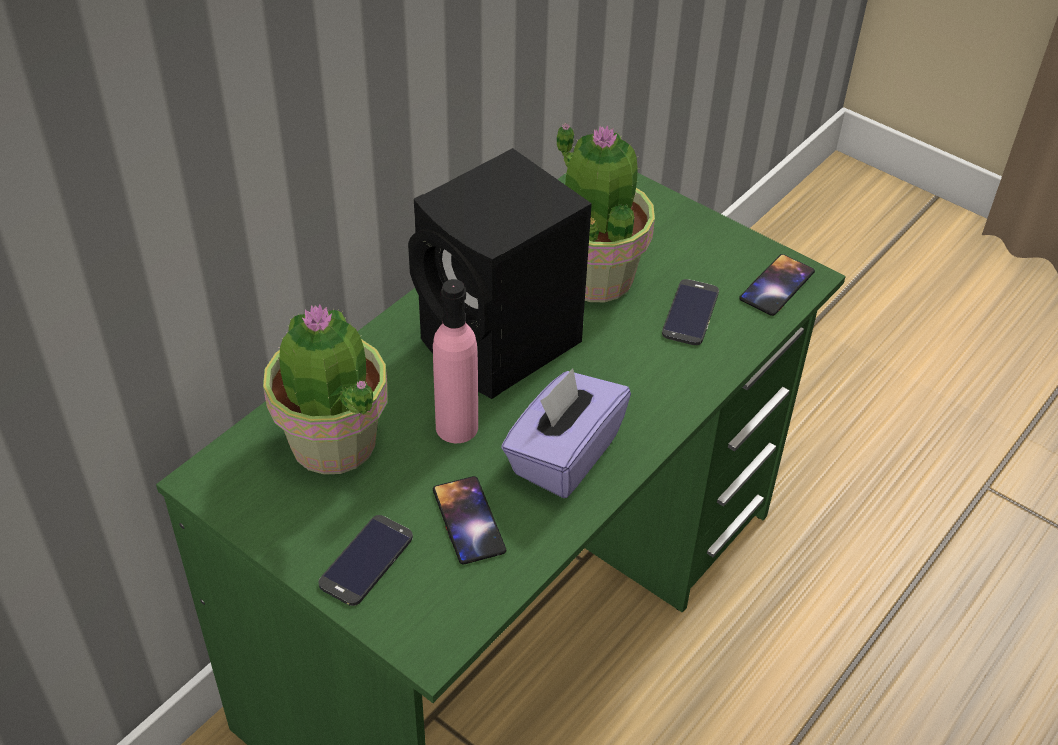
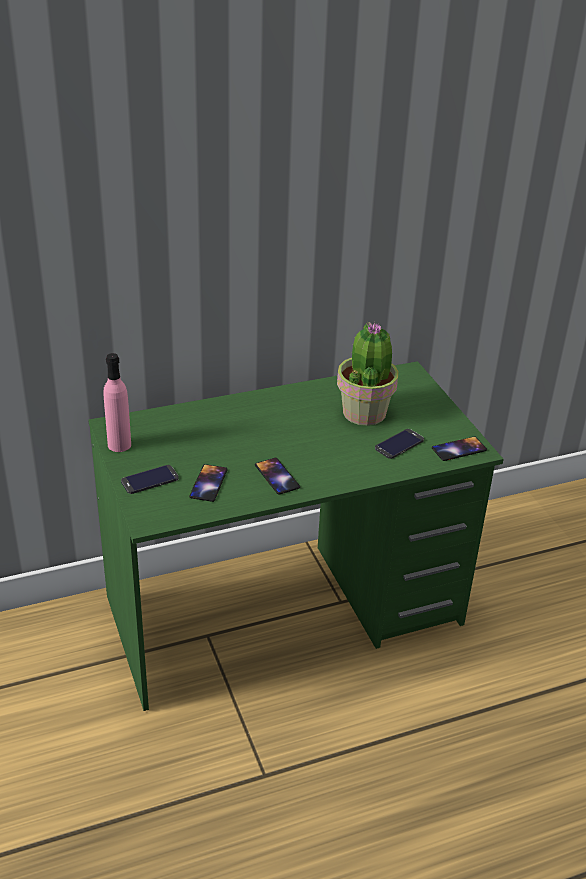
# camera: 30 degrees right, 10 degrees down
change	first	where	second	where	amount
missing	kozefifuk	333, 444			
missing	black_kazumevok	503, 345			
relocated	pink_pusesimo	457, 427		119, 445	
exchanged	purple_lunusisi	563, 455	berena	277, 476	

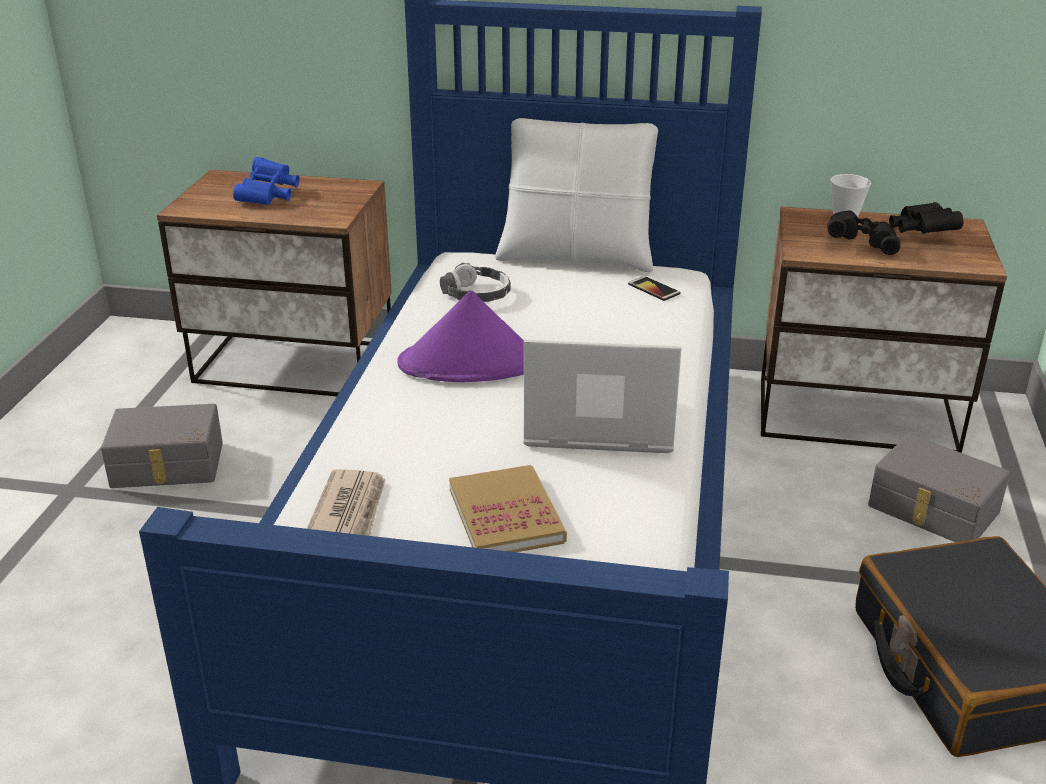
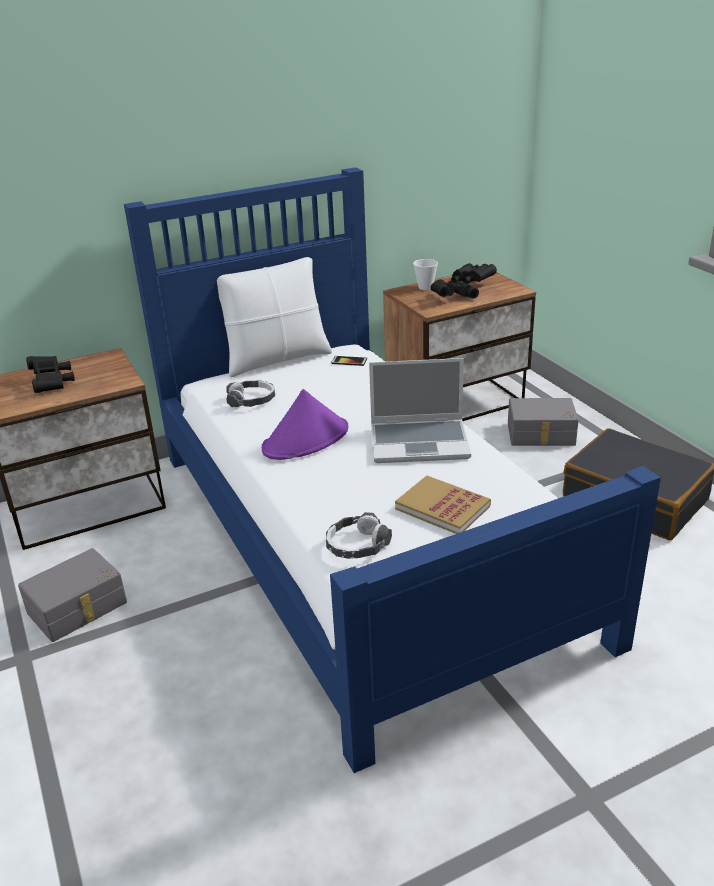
# camera: 35 degrees left, 0 degrees up
change	first	where	second	where	amount
exchanged	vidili	350, 511	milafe	357, 545	
colour	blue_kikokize	269, 195	black_kikokize	52, 382	
spun	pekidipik	597, 423		420, 442	150 degrees counterclockwise

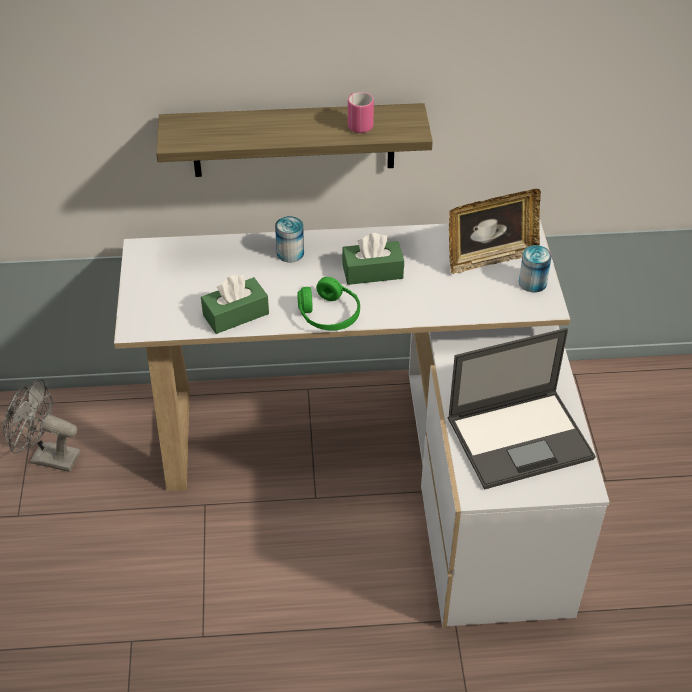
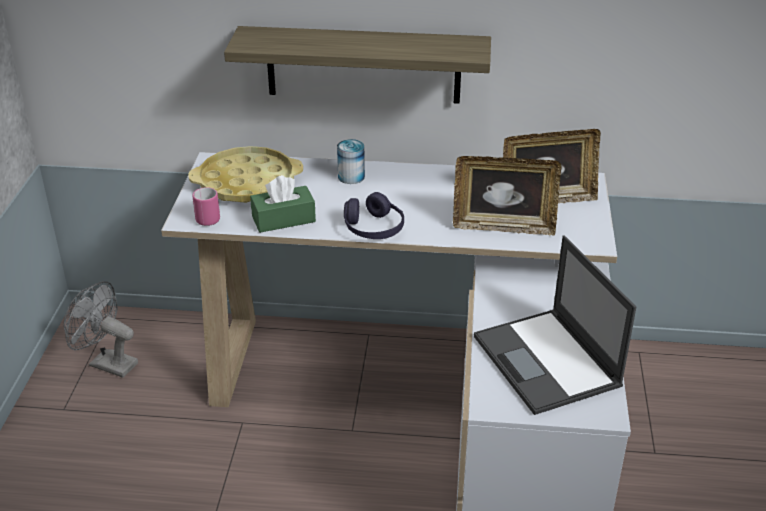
# camera: 10 degrees right, 10 degrees down
change	first	where	second	where	amount
missing	green_lunusisi	372, 272			
missing	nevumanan	532, 282			
appeared			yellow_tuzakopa	247, 183	
appeared			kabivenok	503, 226	
relocated	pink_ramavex	358, 124		207, 217	
colour	green_milafe	329, 314	purple_milafe	373, 228	
spun	pekidipik	521, 438		547, 362	75 degrees clockwise

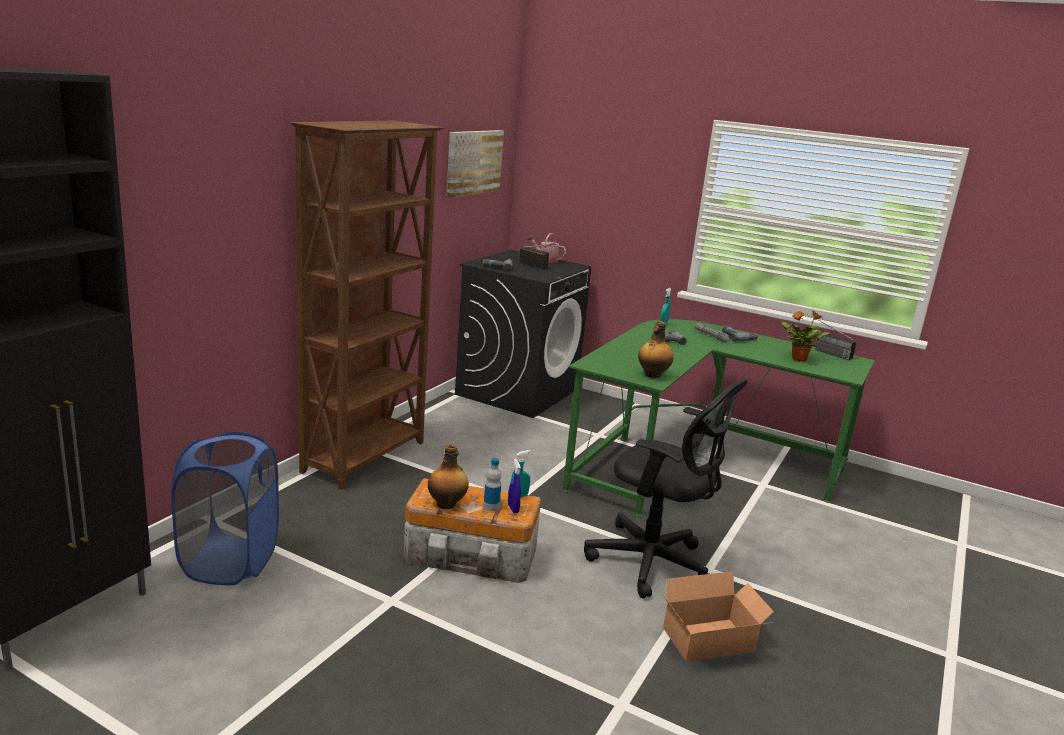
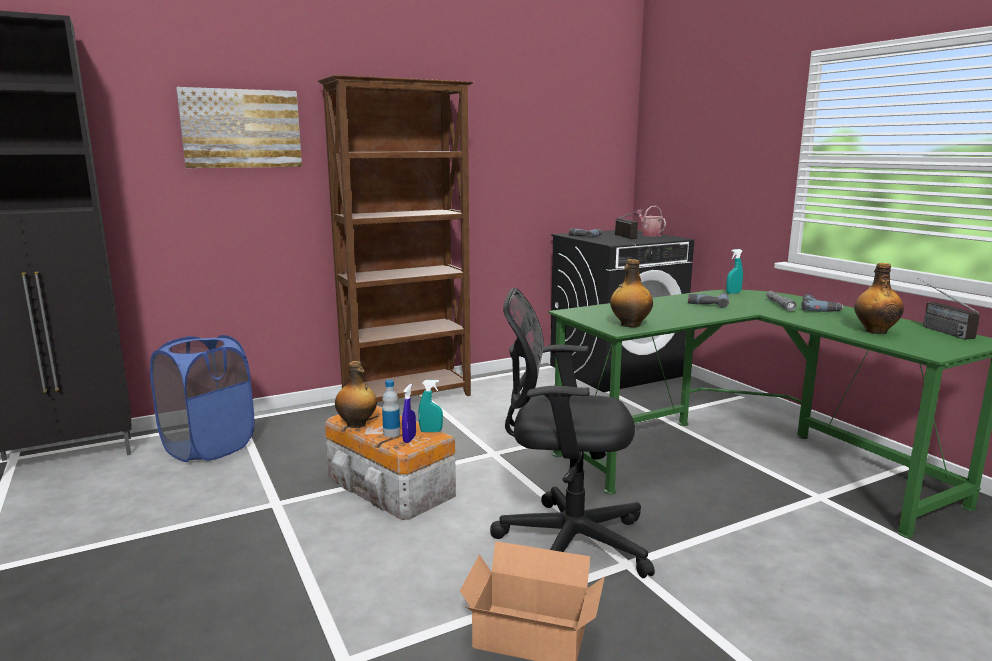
# camera: 35 degrees right, 5 degrees down
change	first	where	second	where	amount
relocated	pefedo	473, 162		241, 129	
exchanged	kozefifuk	798, 359	pusesimo	875, 331	
spun	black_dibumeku	654, 564		565, 541	120 degrees clockwise

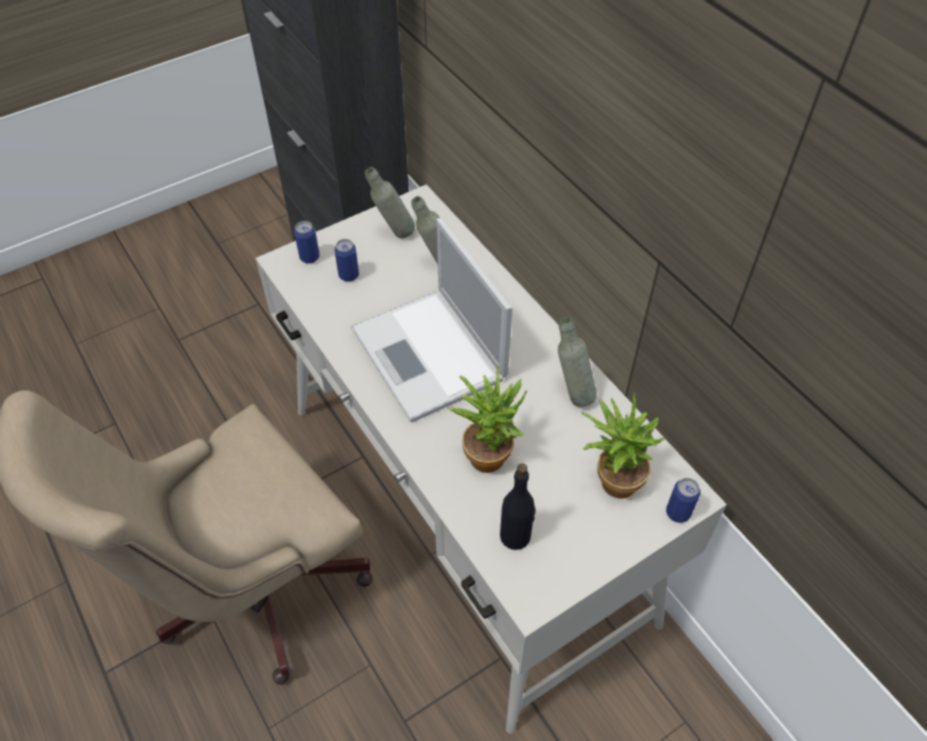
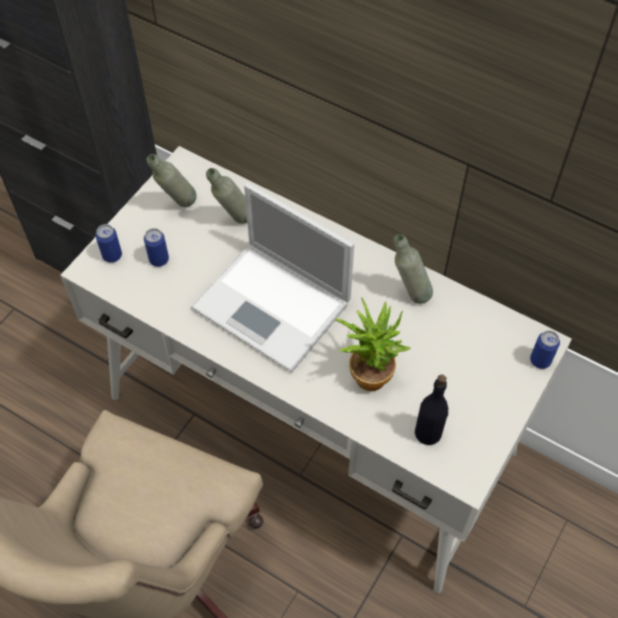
# camera: 25 degrees left, 5 degrees up
change	first	where	second	where	amount
missing	kozefifuk	611, 479			

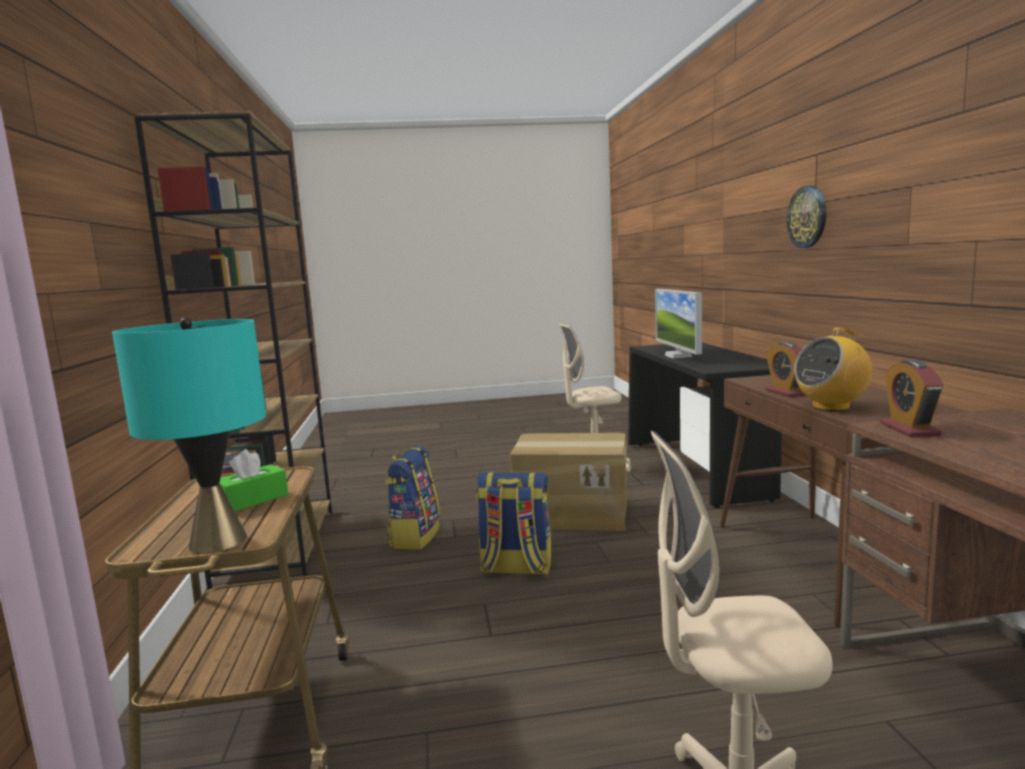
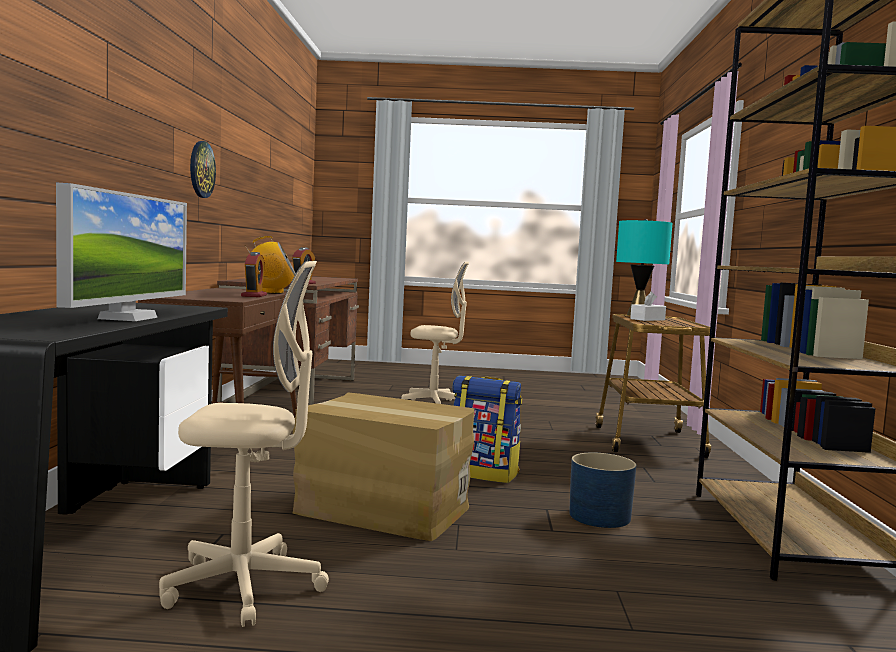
# camera: 170 degrees left, 5 degrees down
change	first	where	second	where	amount
relocated	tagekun	807, 217		201, 169	
exchanged	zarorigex	414, 536	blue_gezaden	600, 517	
colour	green_lunusisi	252, 500	white_lunusisi	647, 319	

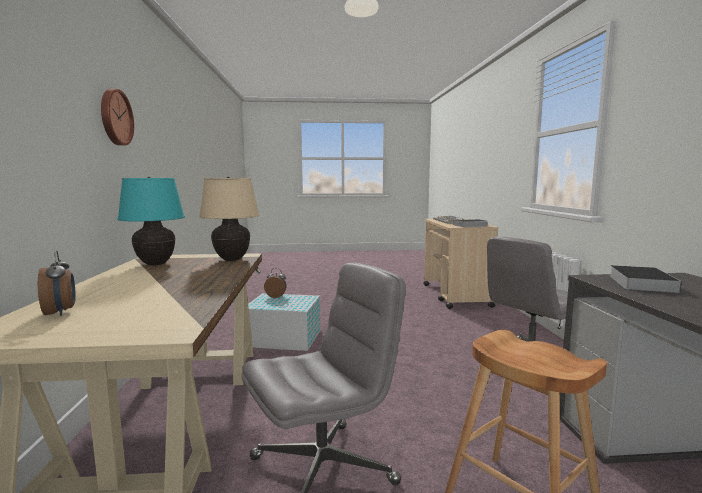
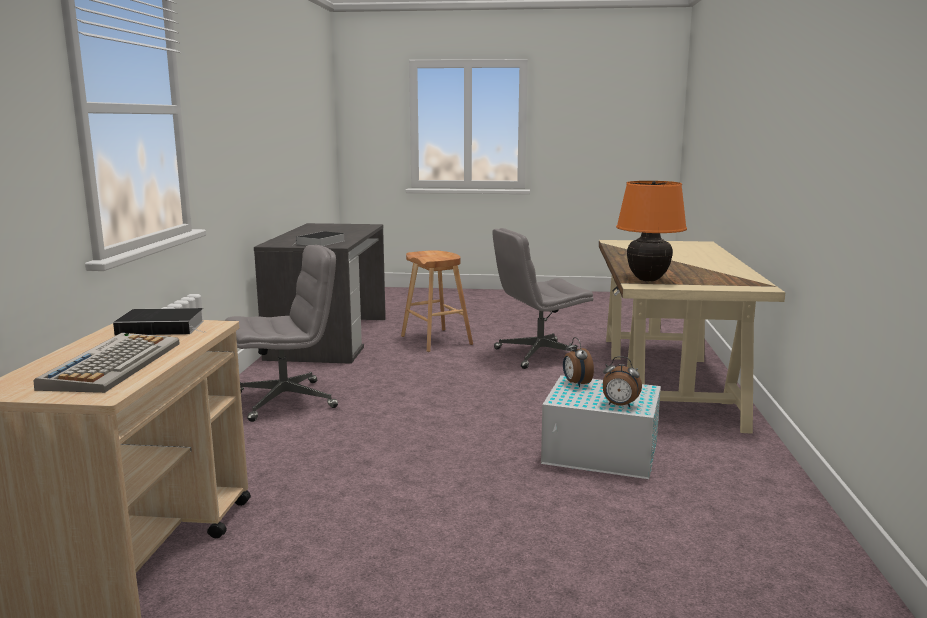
# camera: 170 degrees left, 5 degrees up
change	first	where	second	where	amount
missing	tagekun	115, 117			
missing	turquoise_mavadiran	156, 264			
relocated	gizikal	60, 312		576, 383	
colour	beige_mavadiran	232, 259	orange_mavadiran	648, 279	

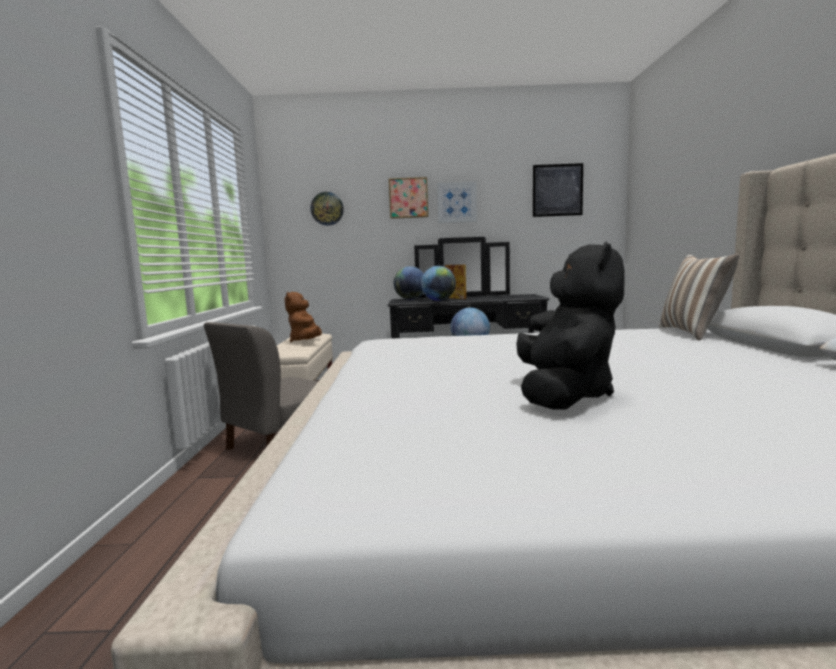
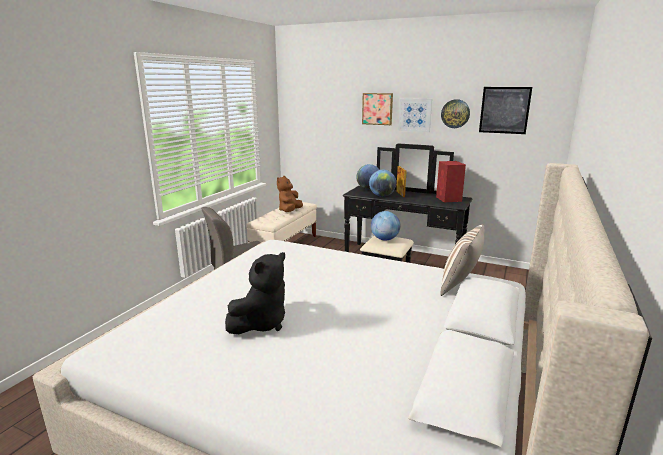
# camera: 25 degrees right, 10 degrees up
change	first	where	second	where	amount
appeared			red_kazumevok	449, 199	
relocated	tagekun	327, 208		455, 113	

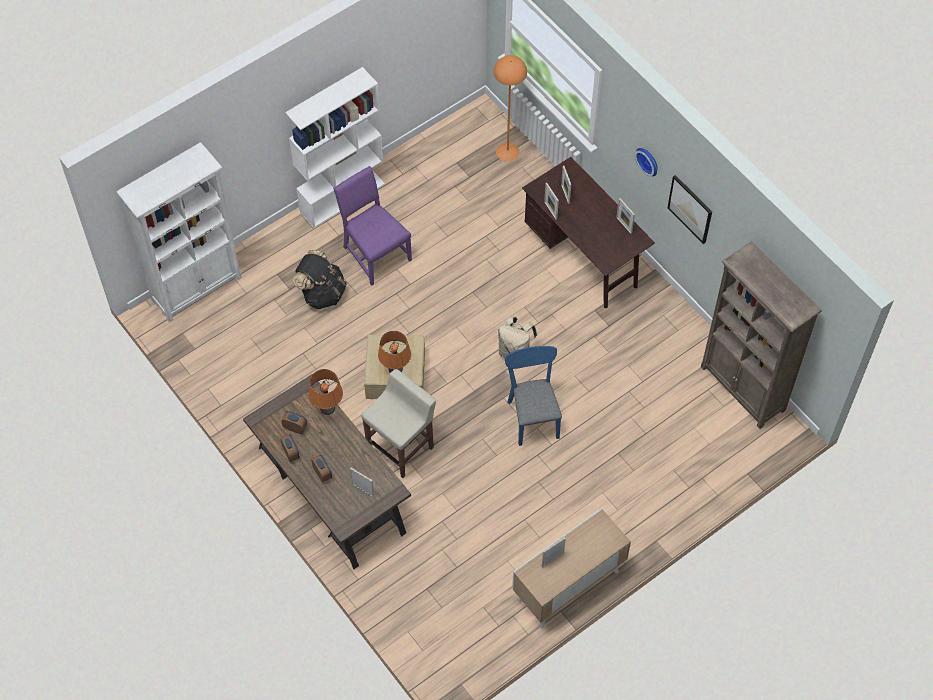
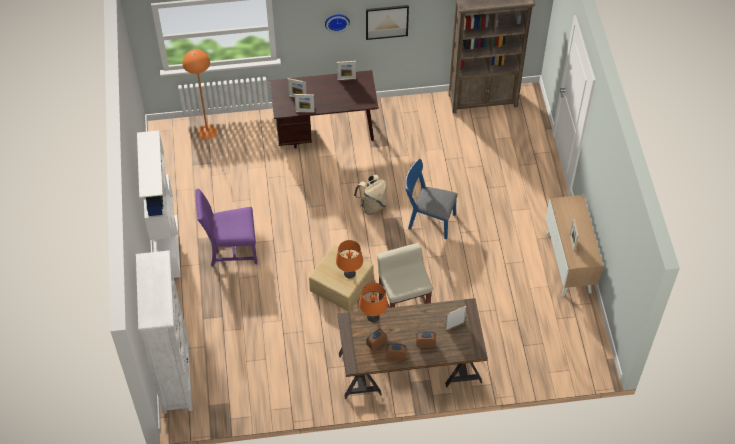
# camera: 60 degrees left, 5 degrees down
change	first	where	second	where	amount
missing	black_zarorigex	322, 293			

